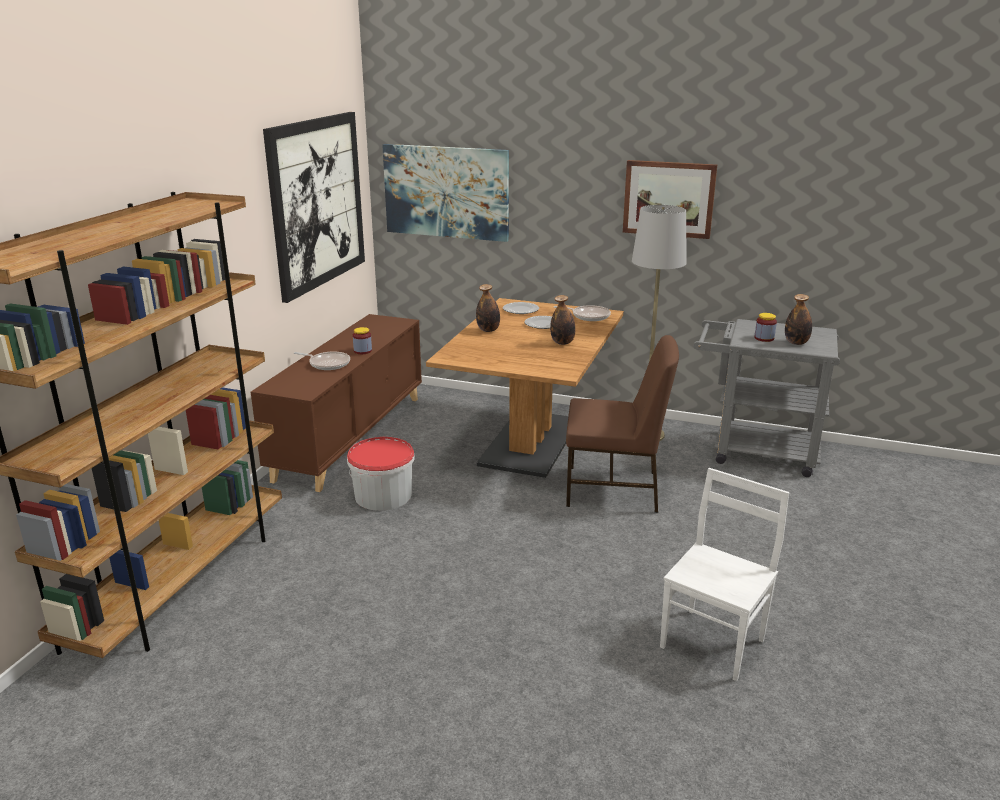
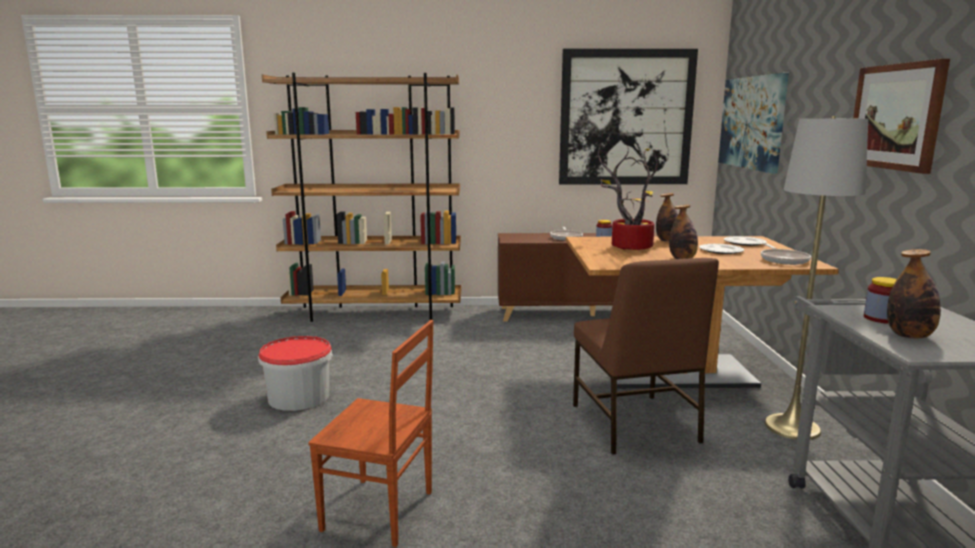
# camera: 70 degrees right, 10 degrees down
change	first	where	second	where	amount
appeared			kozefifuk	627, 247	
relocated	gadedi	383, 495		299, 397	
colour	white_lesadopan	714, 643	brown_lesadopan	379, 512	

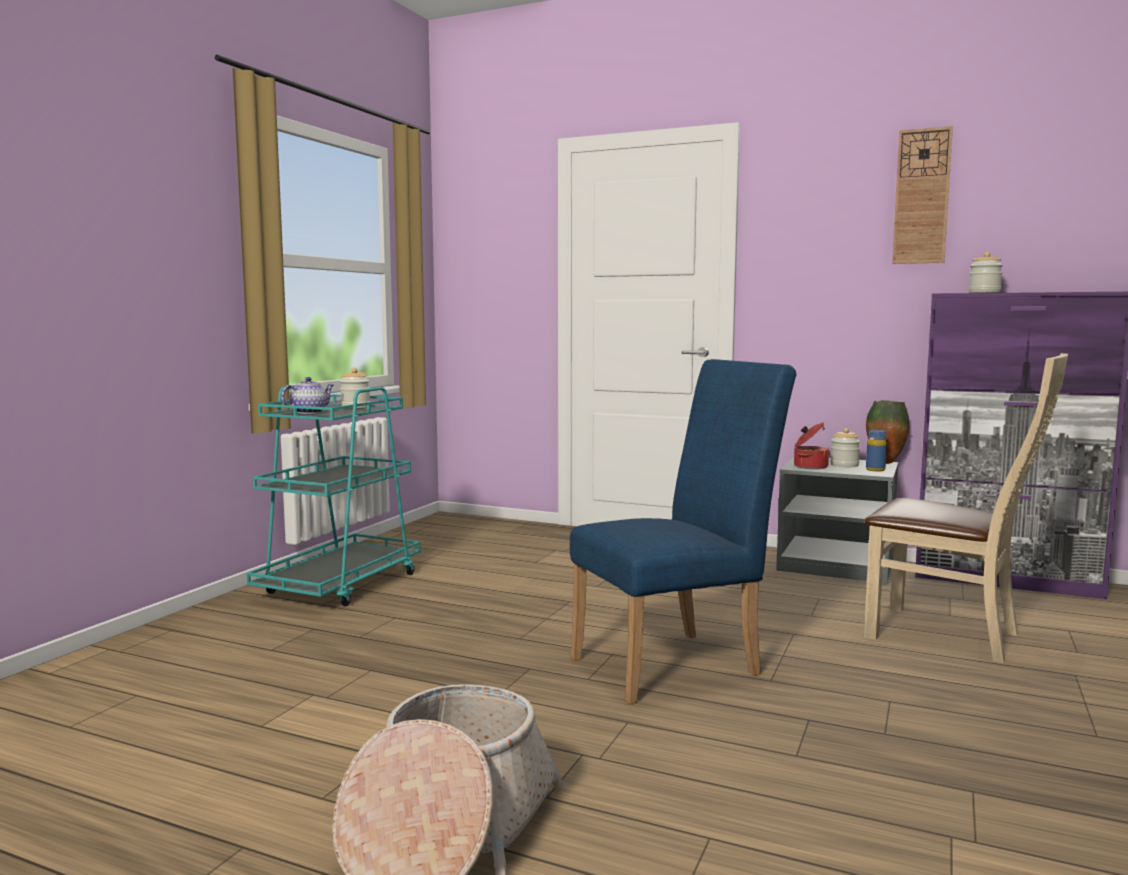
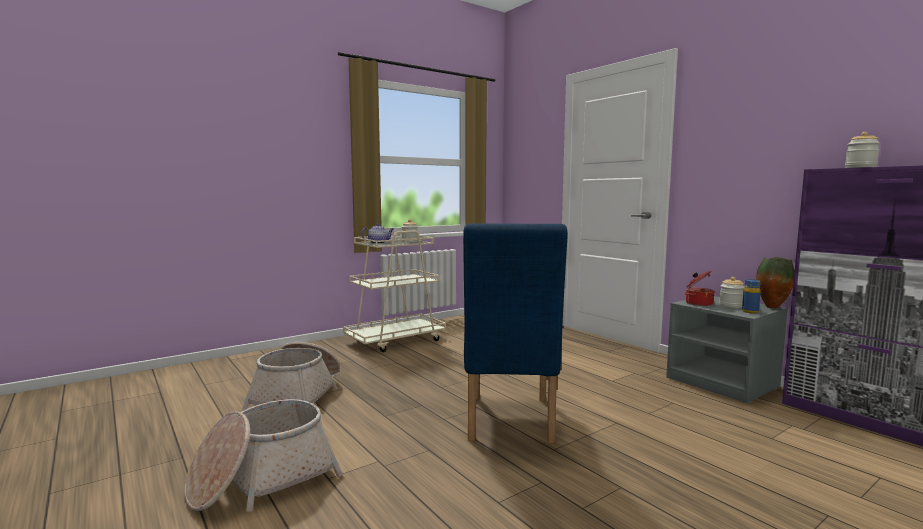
# camera: 30 degrees right, 0 degrees up
change	first	where	second	where	amount
missing	beige_lesadopan	952, 636			
missing	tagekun	921, 196			
appeared			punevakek	298, 395	
colour	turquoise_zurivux	340, 584	beige_zurivux	396, 340	
spun	blue_lesadopan	677, 663		509, 423	90 degrees clockwise

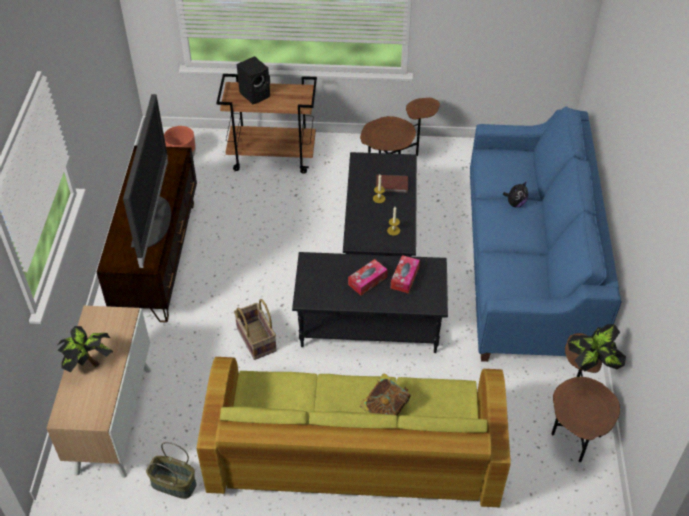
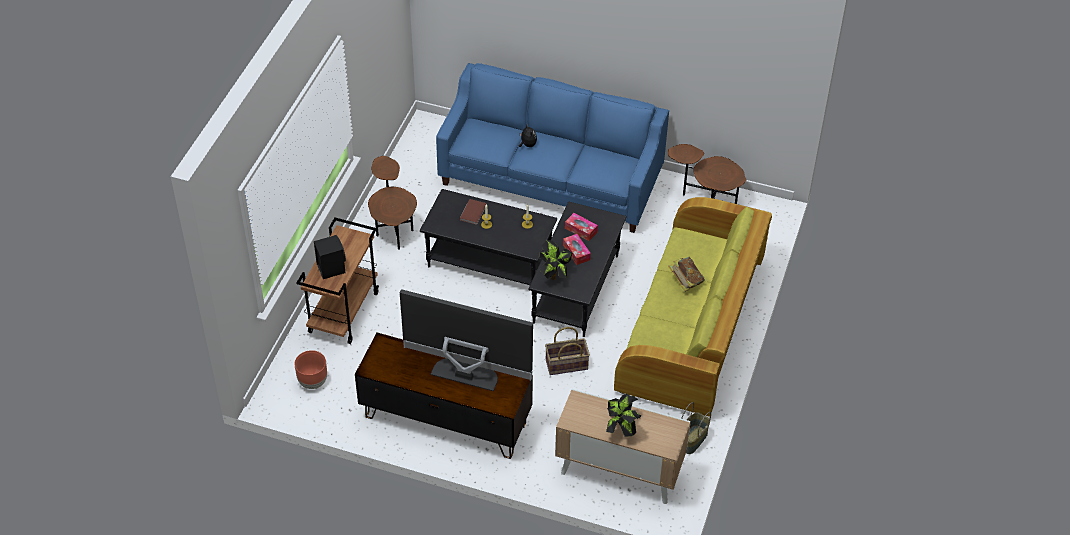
# camera: 75 degrees left, 0 degrees up
change	first	where	second	where	amount
relocated	kozefifuk	592, 365		555, 274	

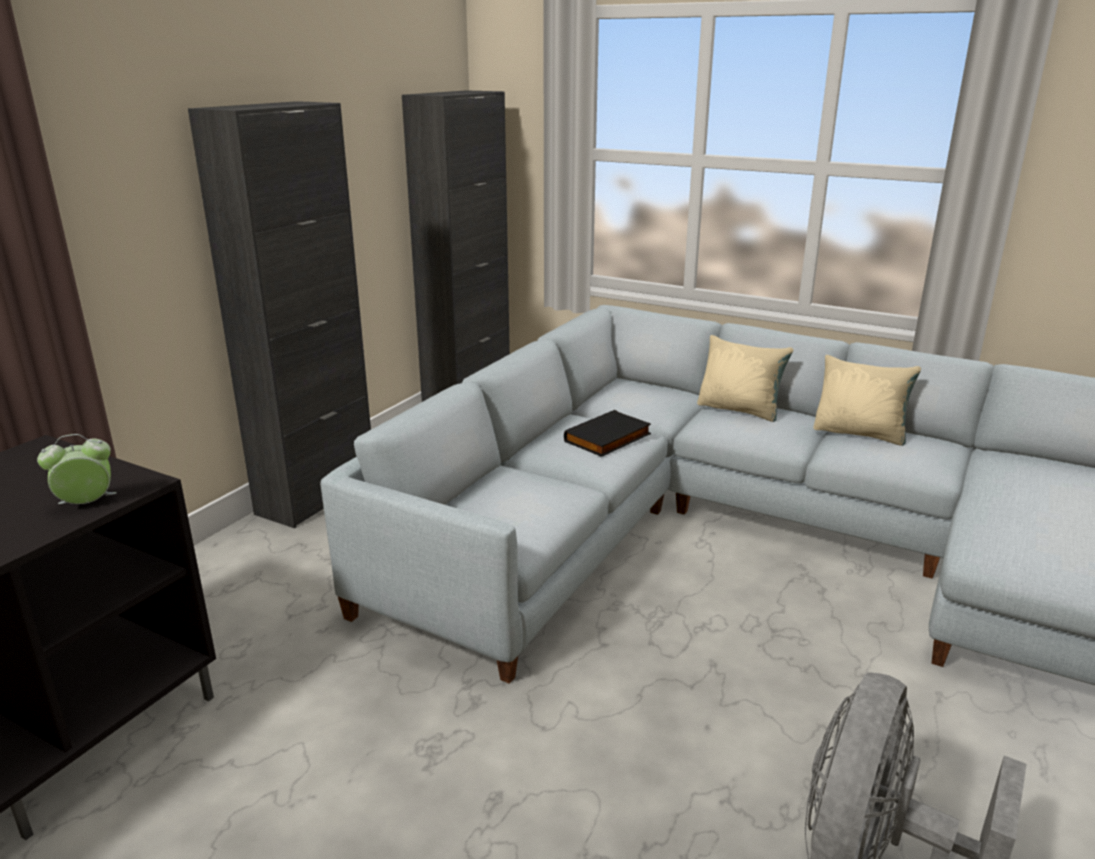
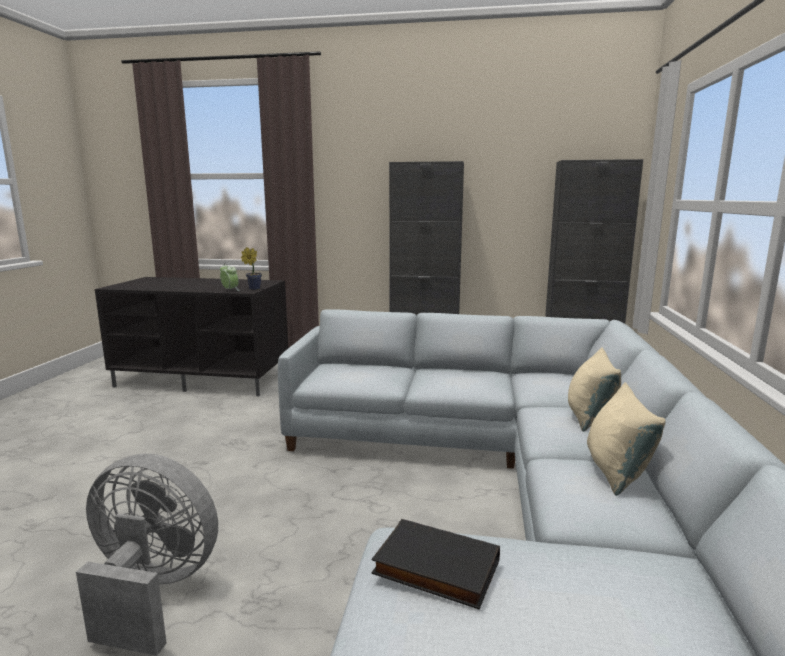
# camera: 70 degrees right, 10 degrees down
change	first	where	second	where	amount
appeared			kozefifuk	253, 289	
relocated	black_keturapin	608, 438		434, 569	

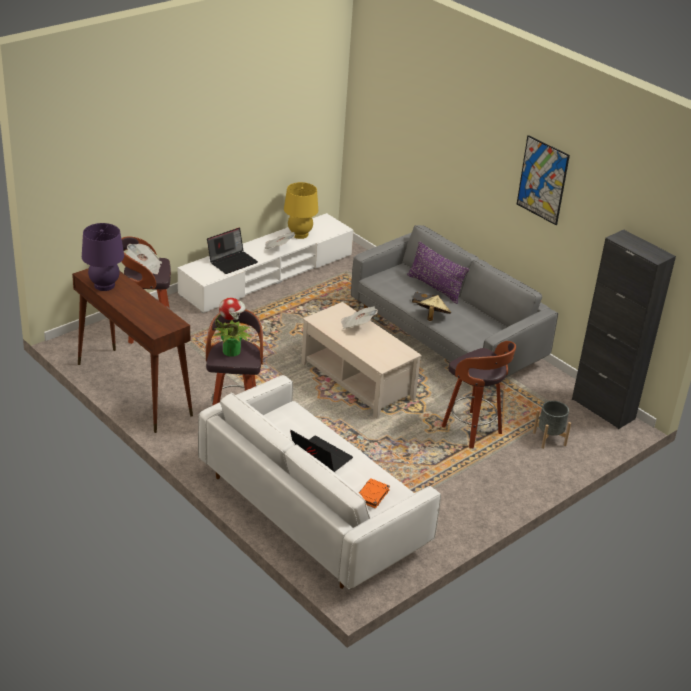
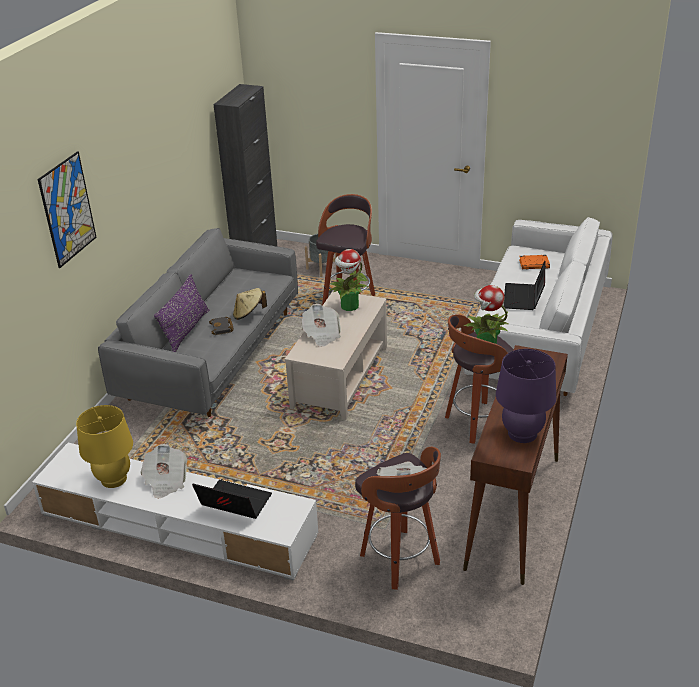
# camera: 115 degrees left, 0 degrees up
change	first	where	second	where	amount
appeared			kozefifuk	349, 306	
relocated	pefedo	542, 180		67, 209	

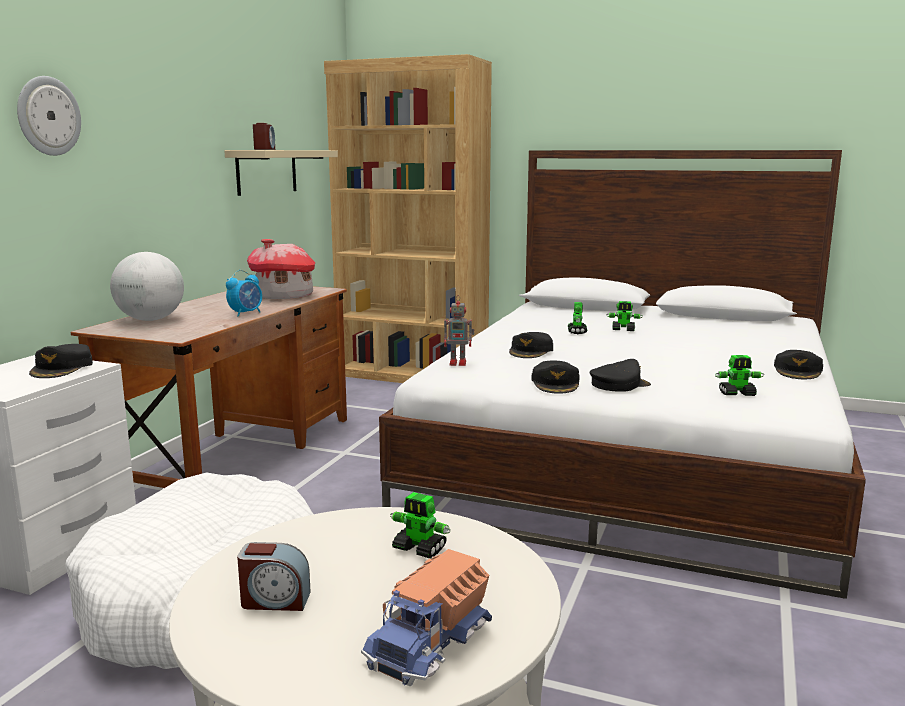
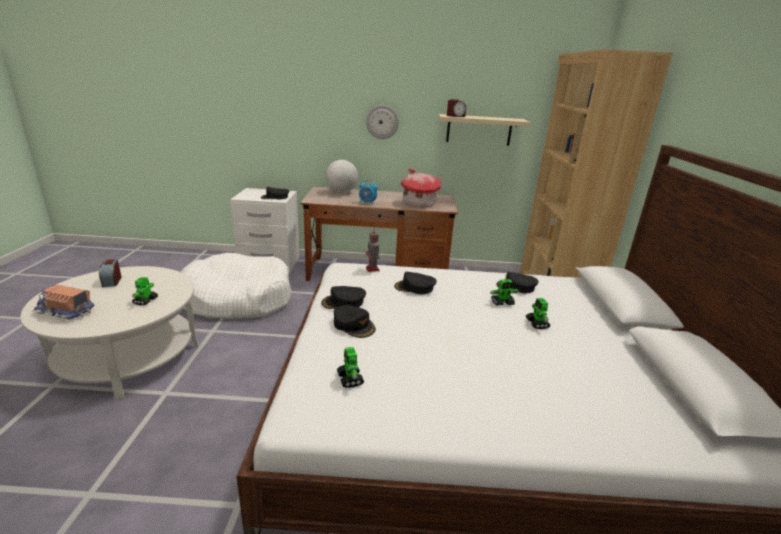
# camera: 70 degrees right, 10 degrees up
change	first	where	second	where	amount
relocated	tagekun	48, 116		382, 122	
relocated	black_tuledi	798, 371		516, 287	

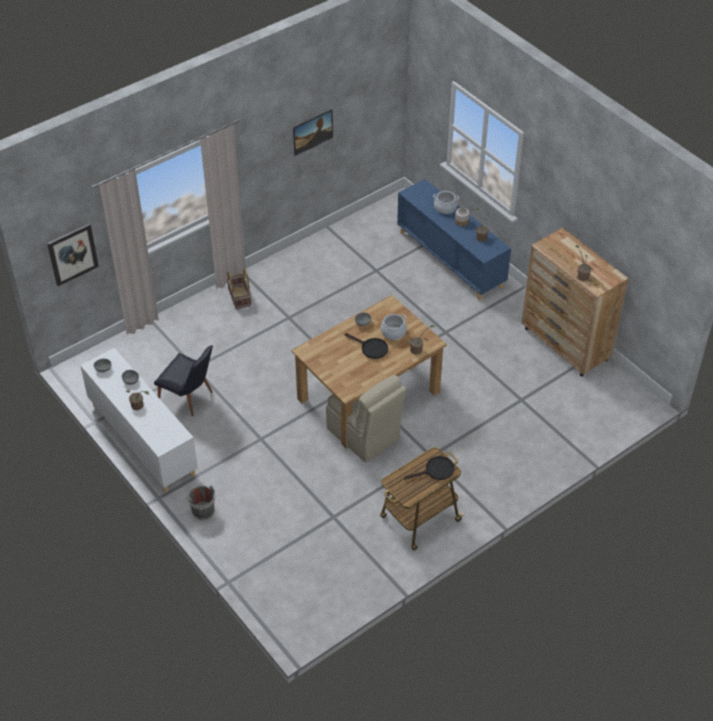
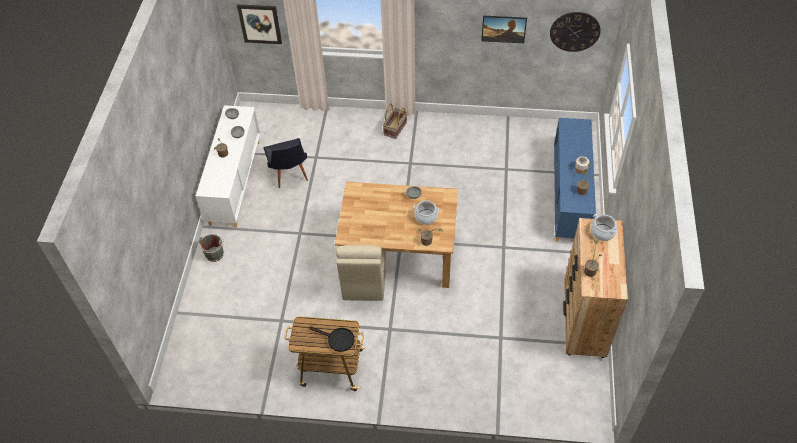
# camera: 45 degrees right, 5 degrees up
change	first	where	second	where	amount
missing	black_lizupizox	371, 348			
appeared			tagekun	575, 31	
relocated	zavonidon	445, 208		602, 232	

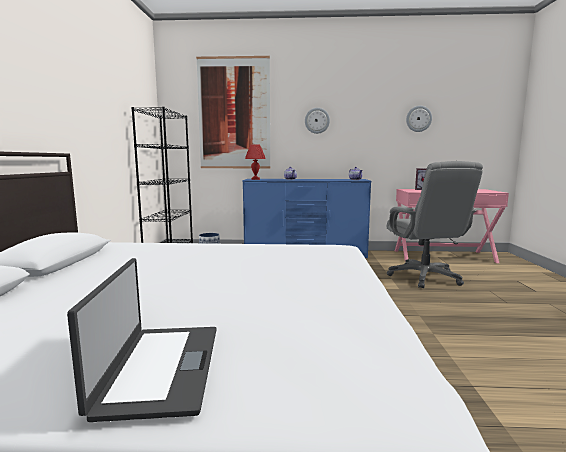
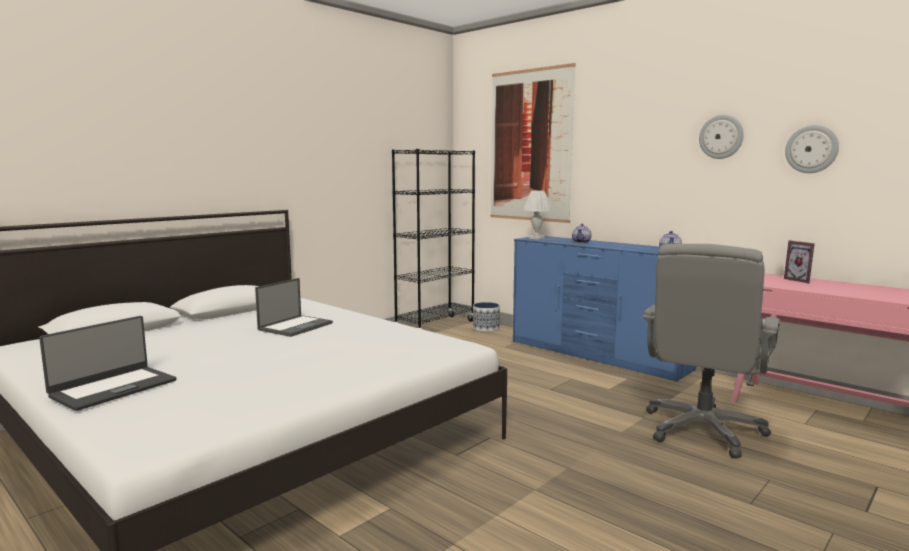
# camera: 40 degrees right, 0 degrees up
change	first	where	second	where	amount
appeared			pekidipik	296, 326	
relocated	tagekun	317, 120		721, 137	
colour	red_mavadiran	255, 179	white_mavadiran	537, 238	

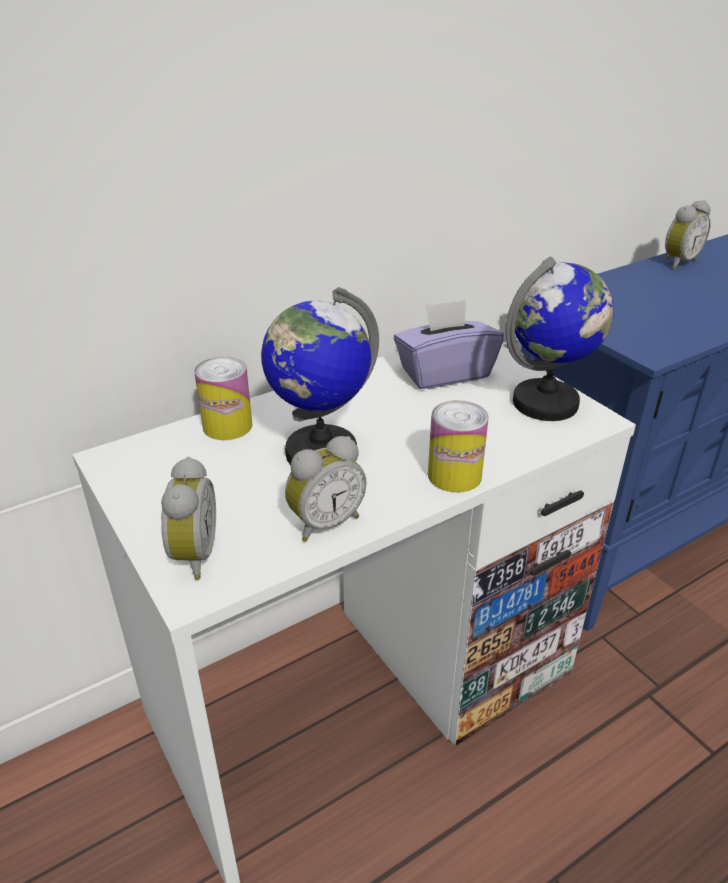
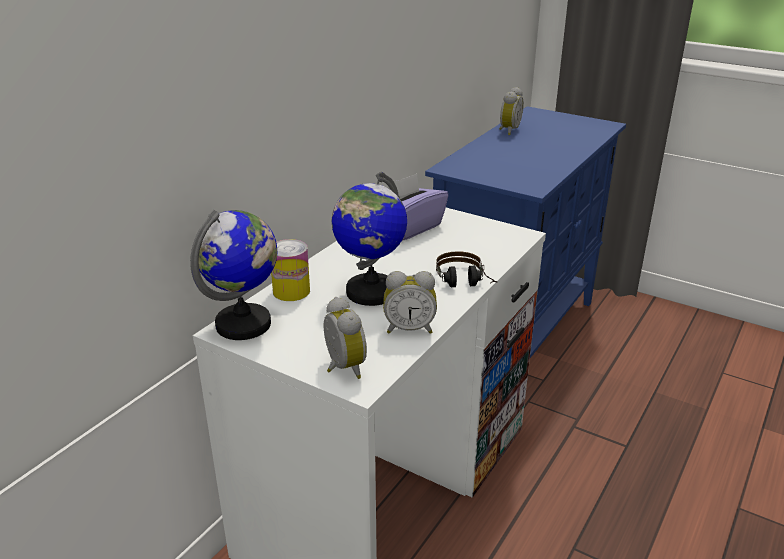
# camera: 25 degrees left, 5 degrees down
change	first	where	second	where	amount
relocated	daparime	546, 403		244, 324	
exchanged	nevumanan	454, 475	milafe	465, 284	
spun	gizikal	324, 522		409, 328	60 degrees clockwise

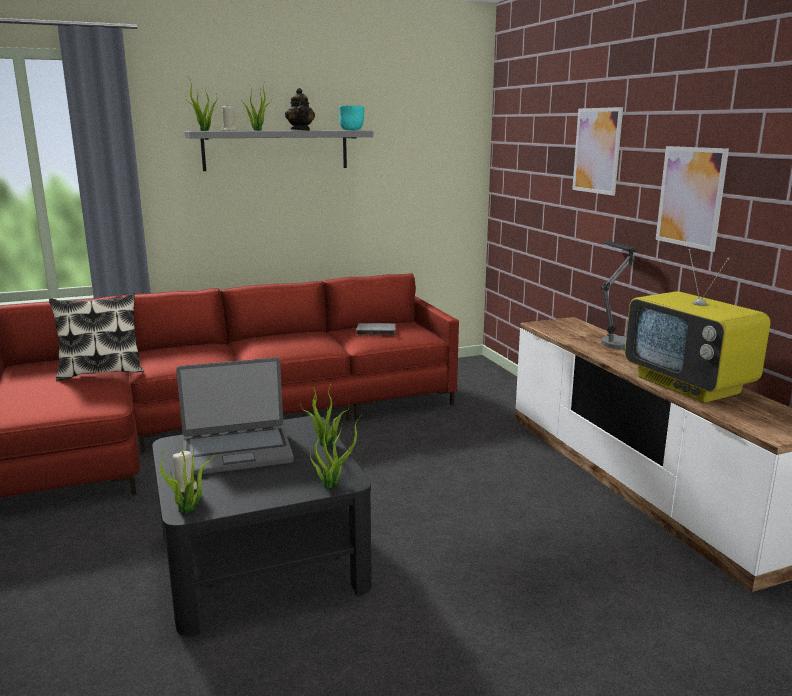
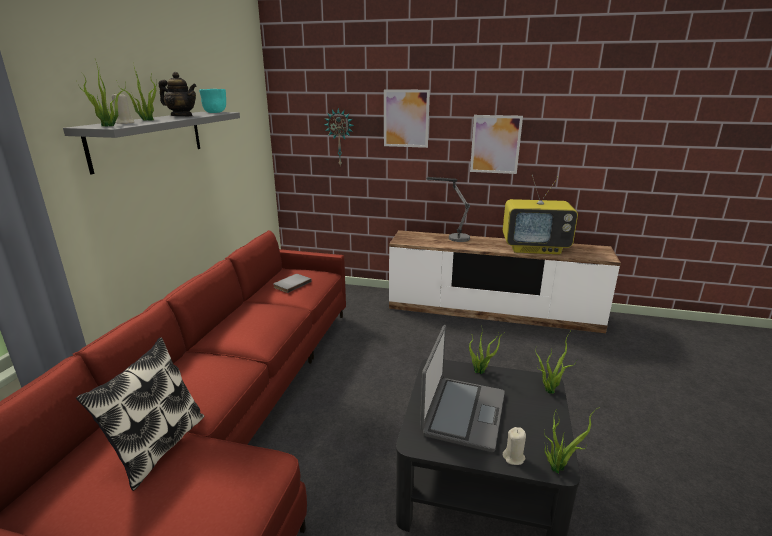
# camera: 55 degrees left, 5 degrees up
change	first	where	second	where	amount
appeared			tagekun	340, 137	

